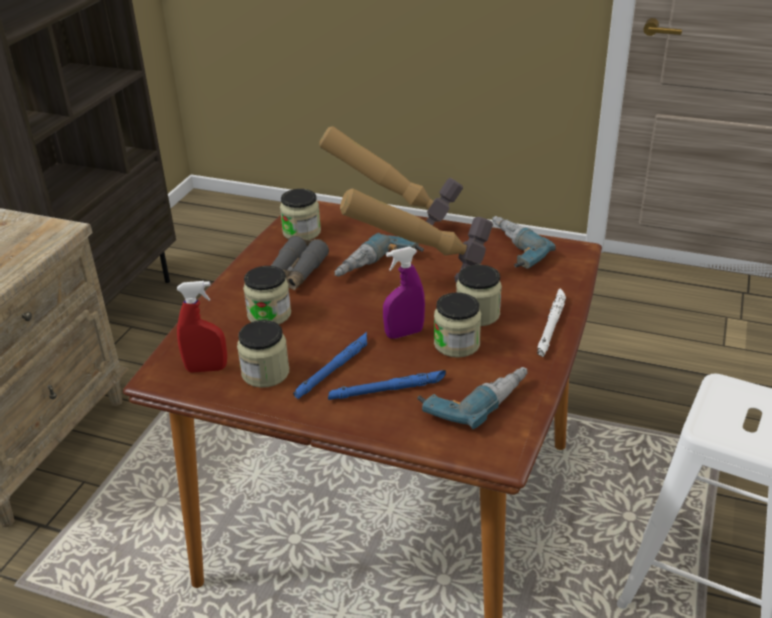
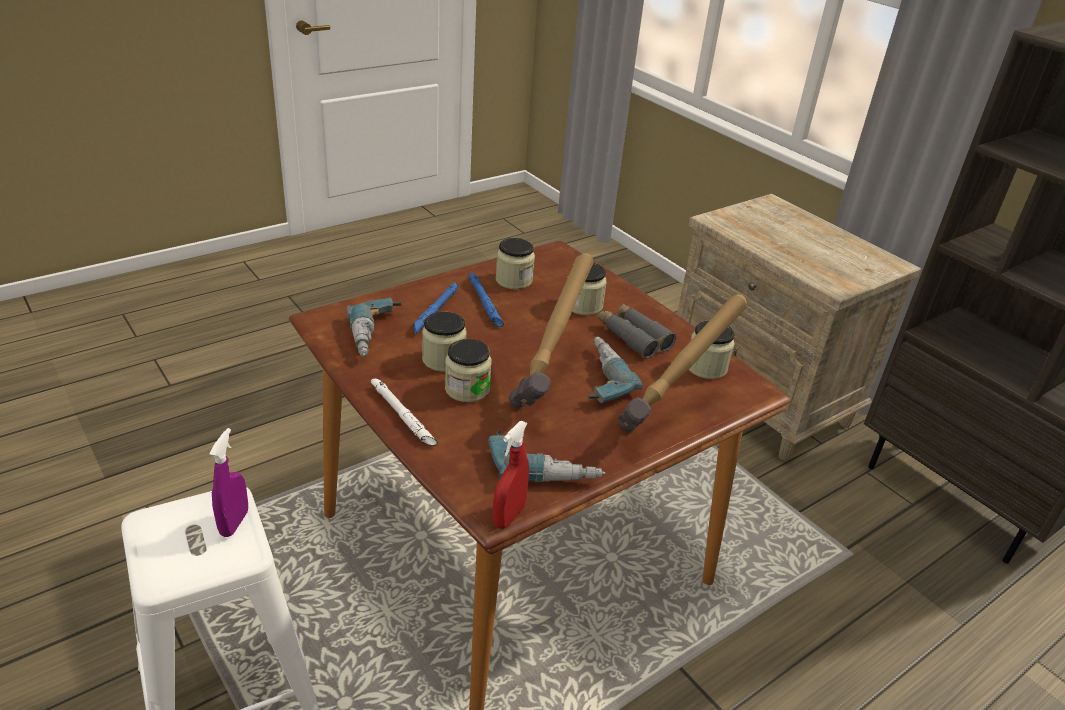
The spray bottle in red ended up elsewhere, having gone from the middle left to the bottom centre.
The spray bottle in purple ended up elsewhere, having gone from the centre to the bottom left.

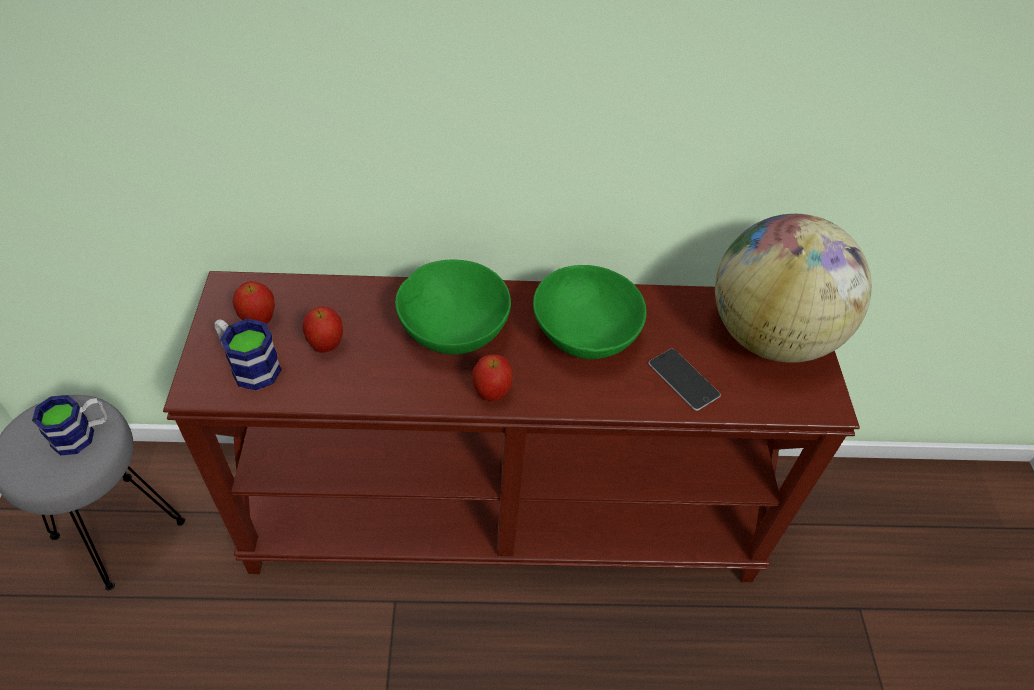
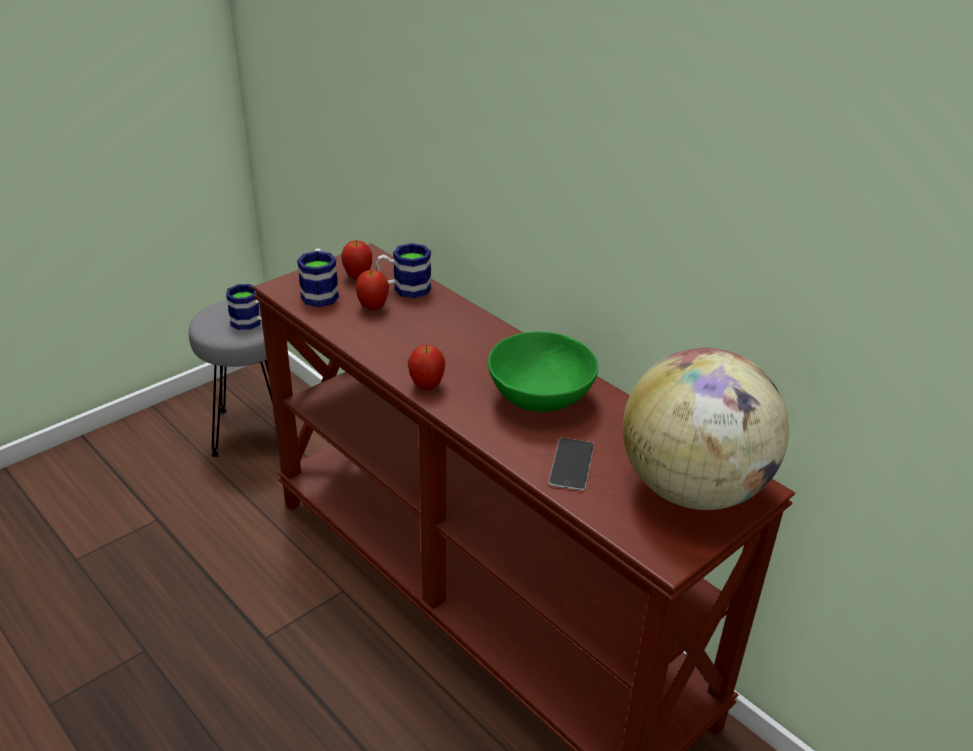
The second view lost the bowl in green (no. 1 from left) at the centre.
The second view gained the mug (no. 3 from left) at the centre.

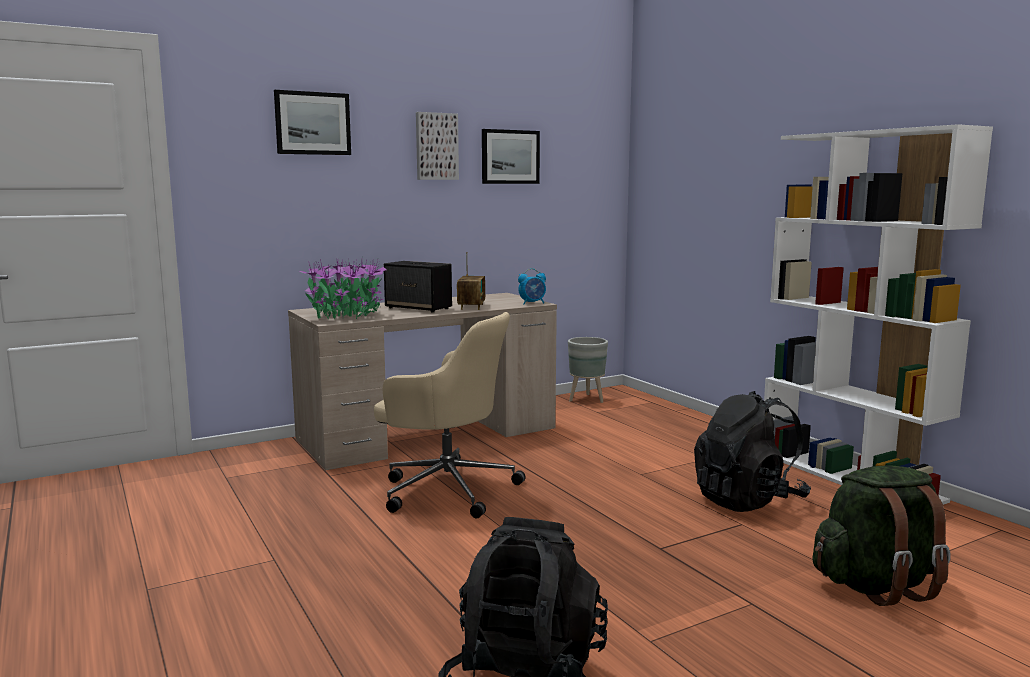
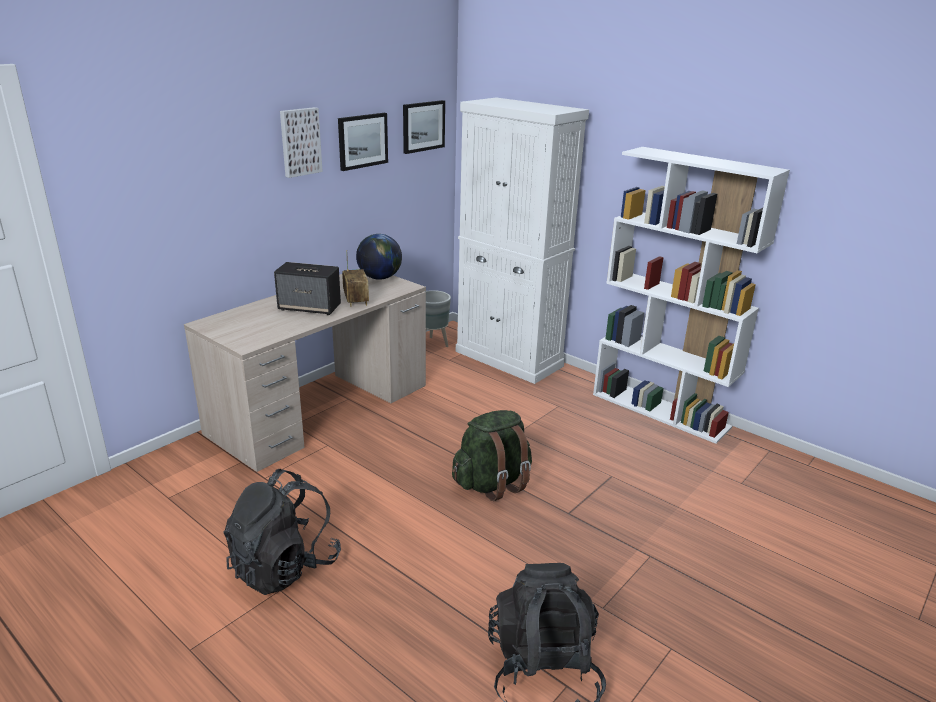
The second view lost the potted plant at the middle left.
The second view lost the office chair in beige at the centre.
The second view lost the alarm clock at the centre.
The second view gained the globe at the centre.
The second view gained the cabinet in white at the centre.
The picture (no. 1 from left in the first image) ended up elsewhere, having gone from the top left to the top centre.
The backpack in black (no. 2 from left in the first image) ended up elsewhere, having gone from the middle right to the bottom left.
The backpack in green ended up elsewhere, having gone from the bottom right to the centre.

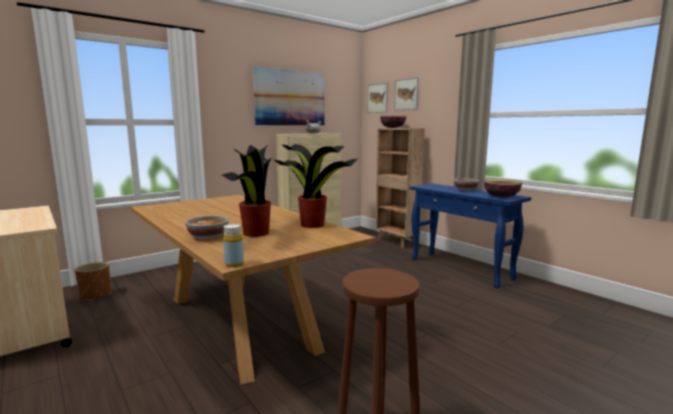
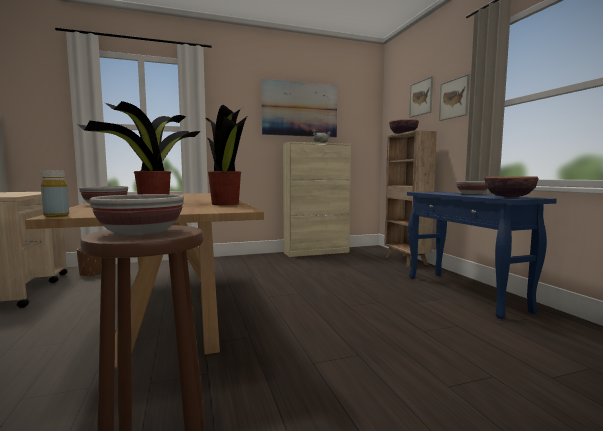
The second view gained the bowl (no. 2 from left) at the middle left.
The picture (no. 2 from left in the first image) ended up elsewhere, having gone from the top centre to the top right.

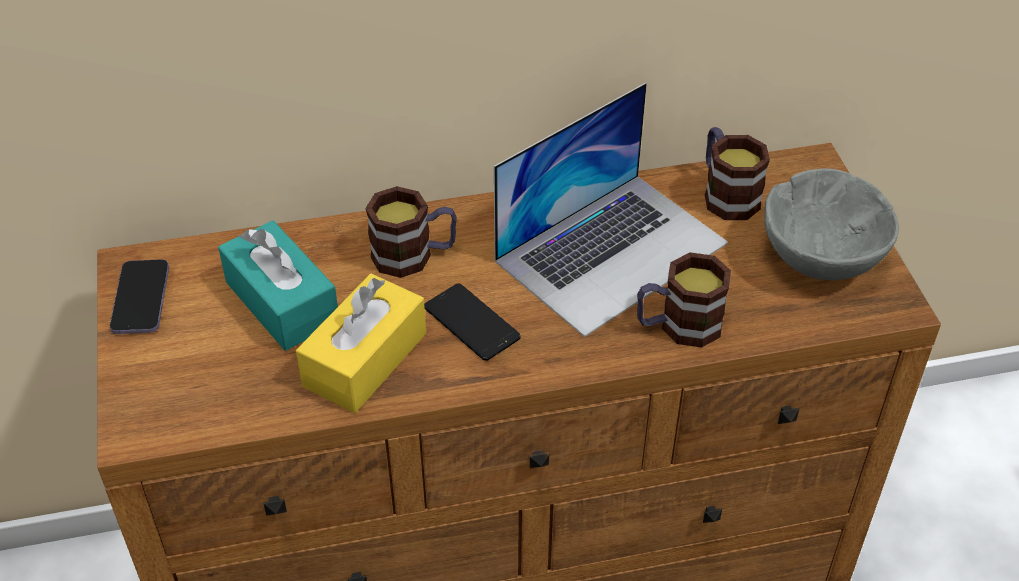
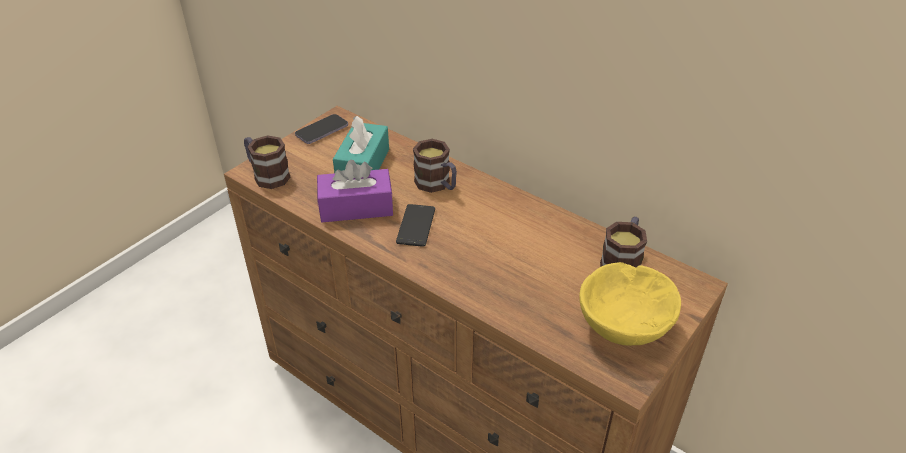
The second view lost the laptop at the centre.
The mug (no. 2 from left in the first image) ended up elsewhere, having gone from the middle right to the middle left.
What was the tissue box in yellow at the centre turned into the tissue box in purple at the centre.
What was the bowl in grey at the middle right turned into the bowl in yellow at the bottom right.

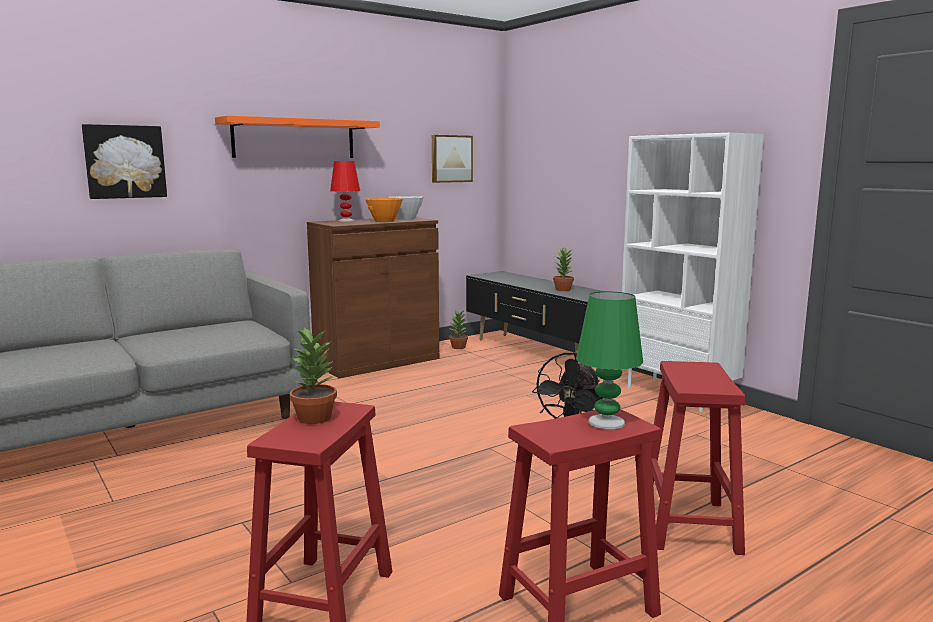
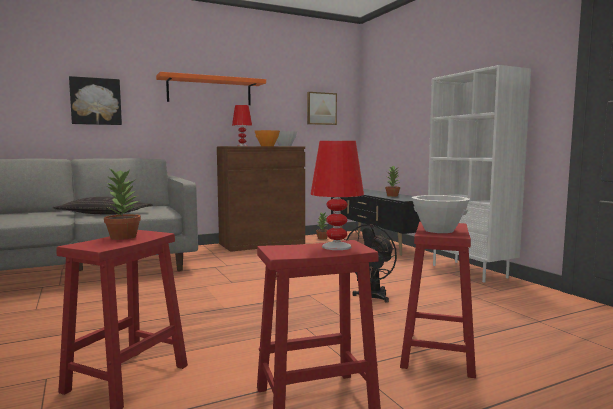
The second view gained the pillow at the middle left.
The second view gained the bowl in white (no. 2 from left) at the middle right.
What was the table lamp in green at the centre turned into the table lamp in red (no. 2 from left) at the centre.

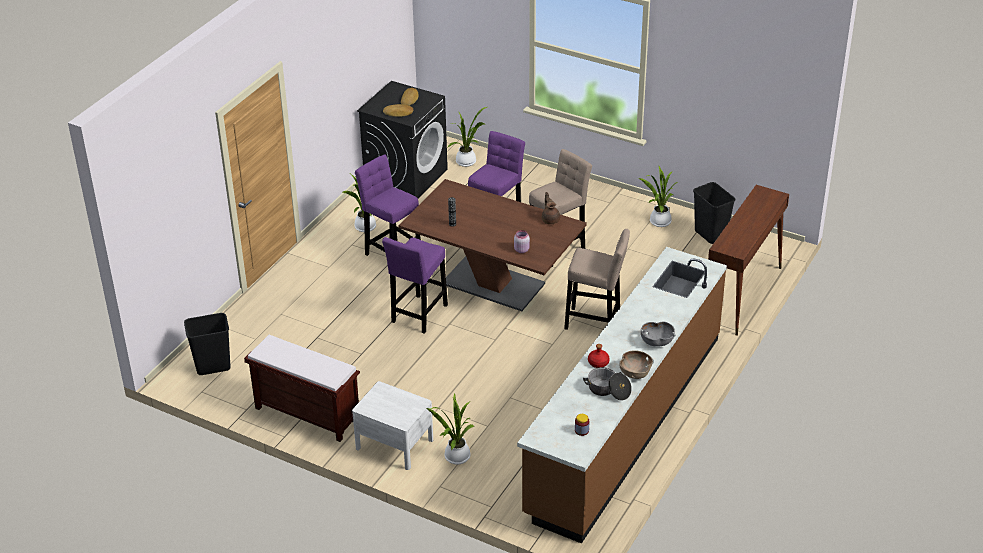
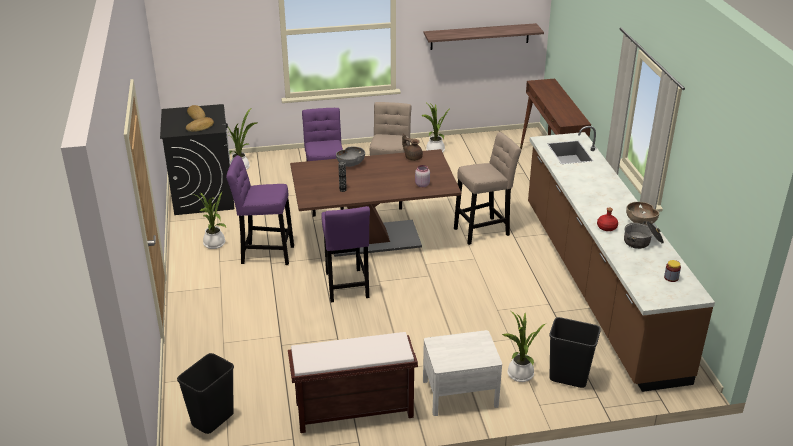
The second view gained the shelf at the top centre.
The bowl in grey ended up elsewhere, having gone from the middle right to the centre.
The trash can in black (no. 2 from left) ended up elsewhere, having gone from the middle right to the bottom right.

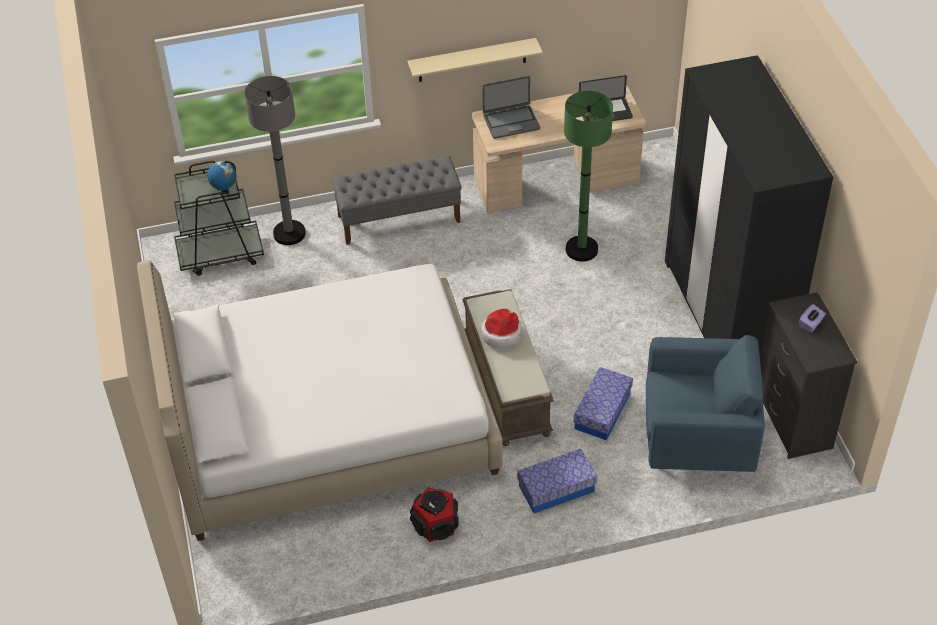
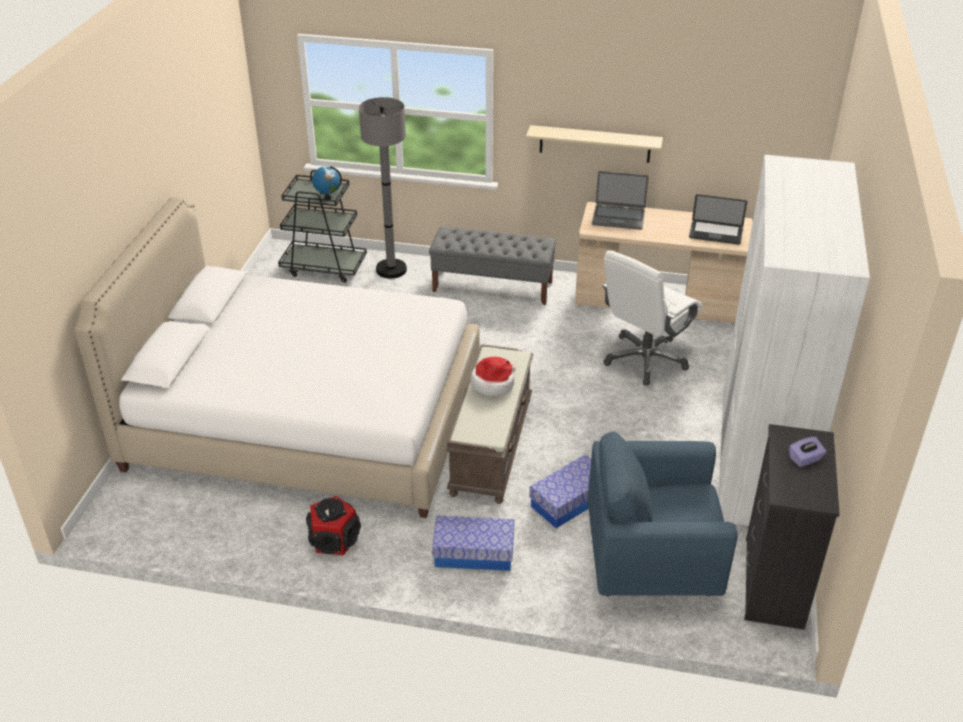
Where the floor lamp in green stood at the top centre, the office chair in white came to stand at the middle right.
What was the wardrobe in black at the top right turned into the wardrobe in white at the middle right.
The armchair in blue at the middle right ended up facing another way, 150 degrees clockwise from before.

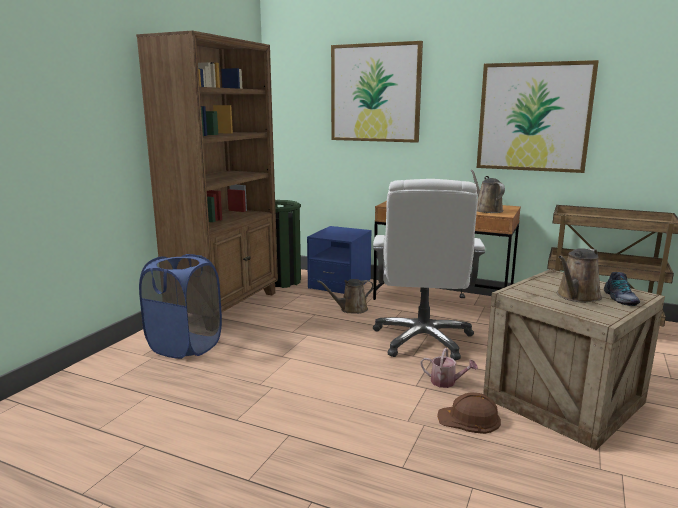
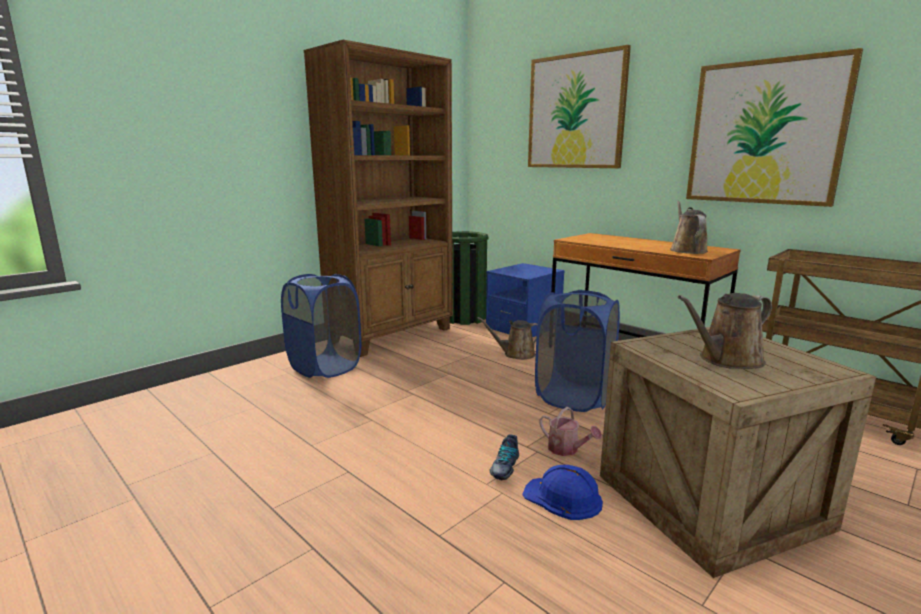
The shoe ended up elsewhere, having gone from the middle right to the bottom centre.
Where the office chair in white stood at the centre, the laundry basket in blue (no. 2 from left) came to stand at the centre.
What was the hard hat in brown at the bottom right turned into the hard hat in blue at the bottom centre.

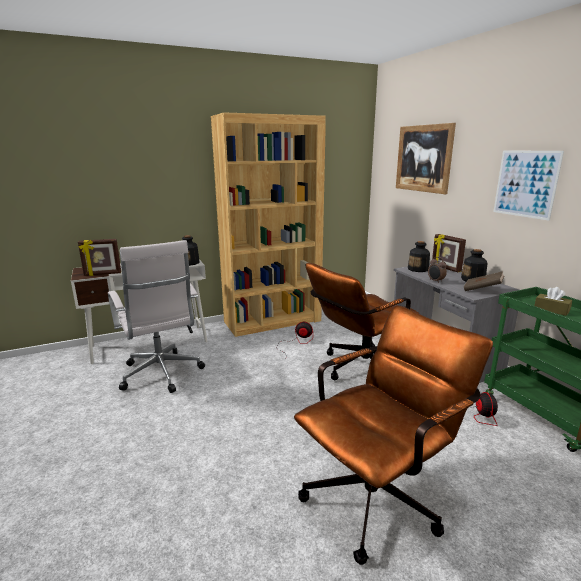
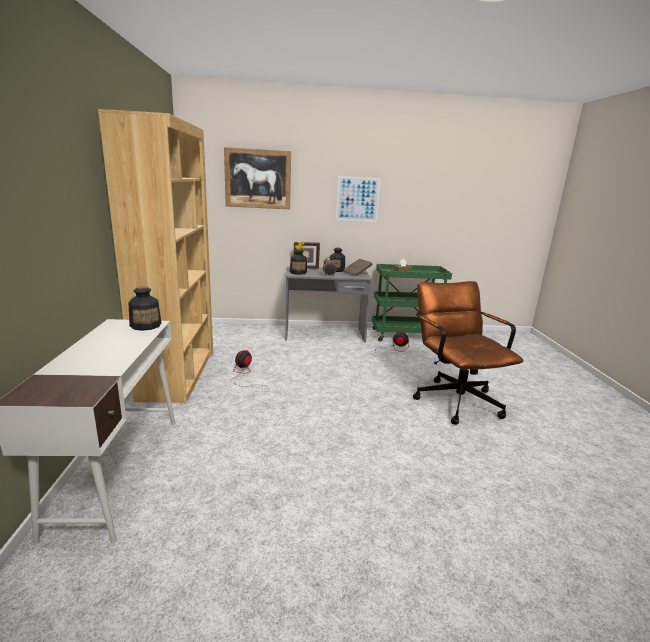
The second view lost the picture frame (no. 1 from left) at the middle left.
The second view lost the office chair in white at the middle left.
The second view lost the office chair in brown (no. 1 from left) at the centre.

